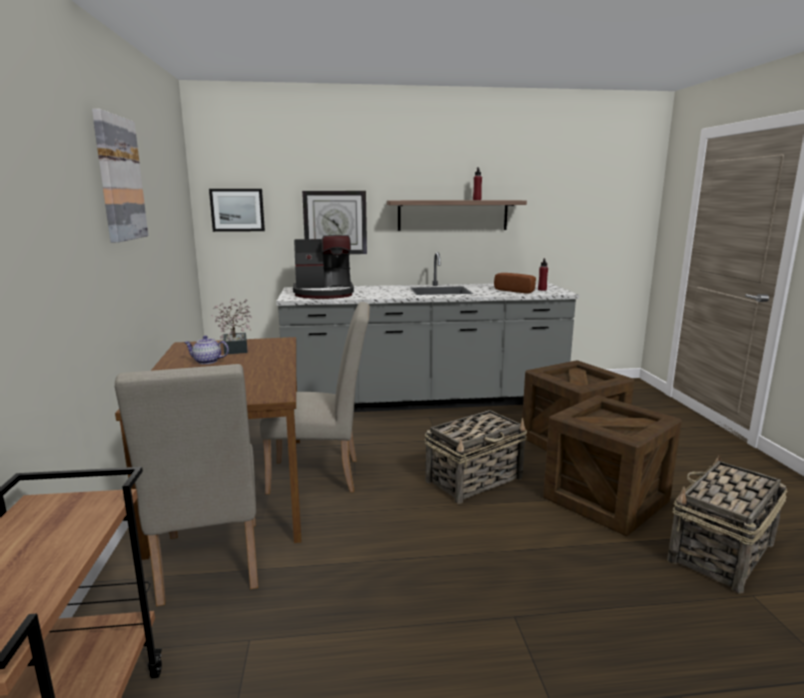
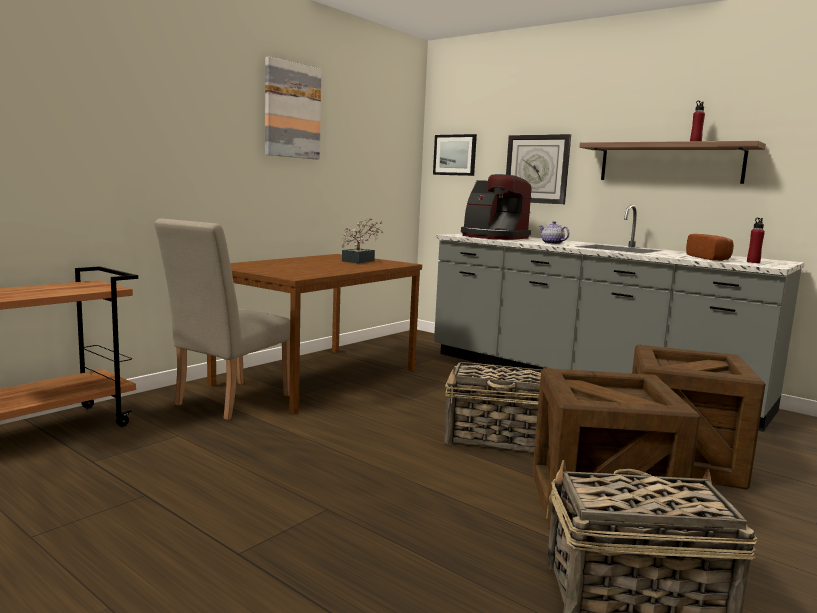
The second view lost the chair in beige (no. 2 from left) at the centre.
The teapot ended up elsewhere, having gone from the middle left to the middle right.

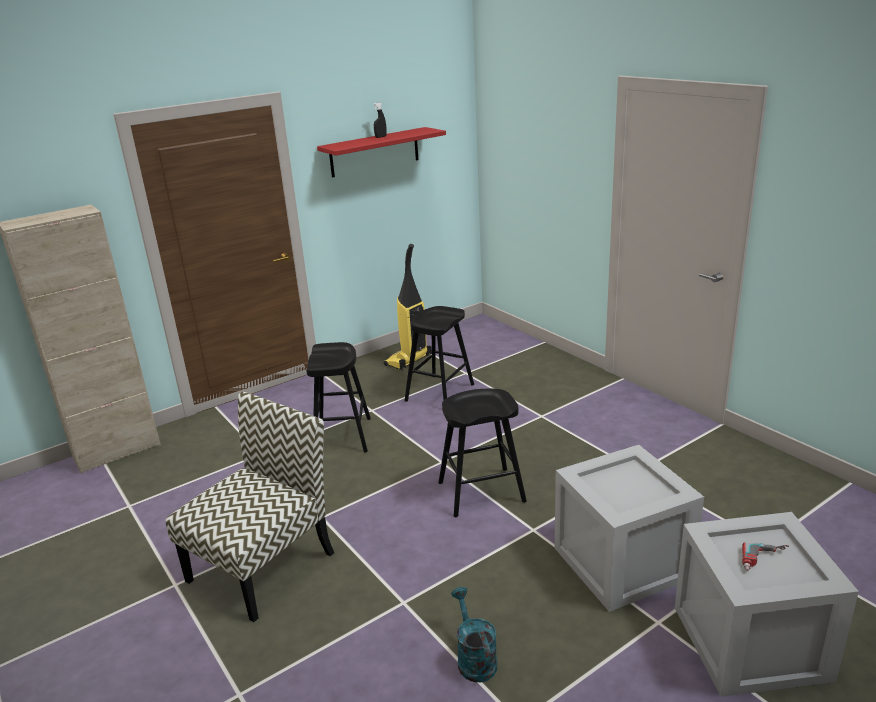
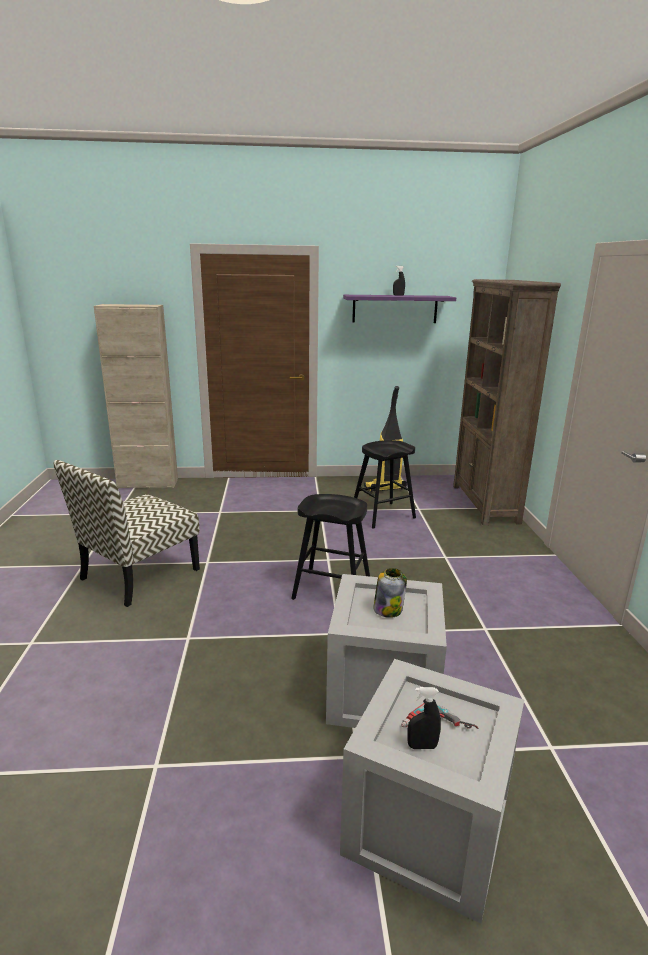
The second view lost the stool in black (no. 1 from left) at the centre.
The second view lost the watering can in turquoise at the bottom centre.
The second view gained the jar at the centre.
The second view gained the spray bottle in black (no. 2 from left) at the bottom centre.
The second view gained the bookcase in brown at the middle right.
What was the shelf in red at the top centre turned into the shelf in purple at the top centre.
The chair at the bottom left ended up facing another way, 150 degrees clockwise from before.

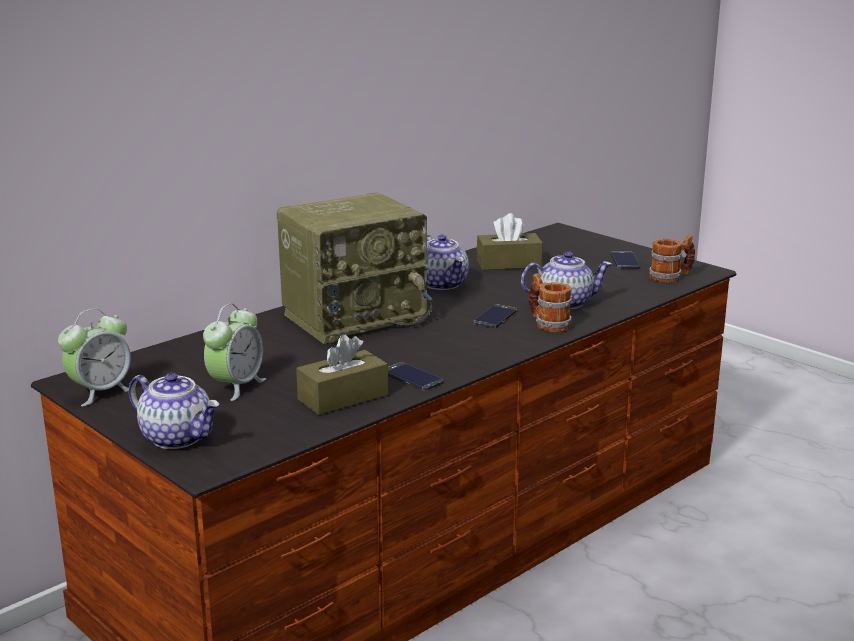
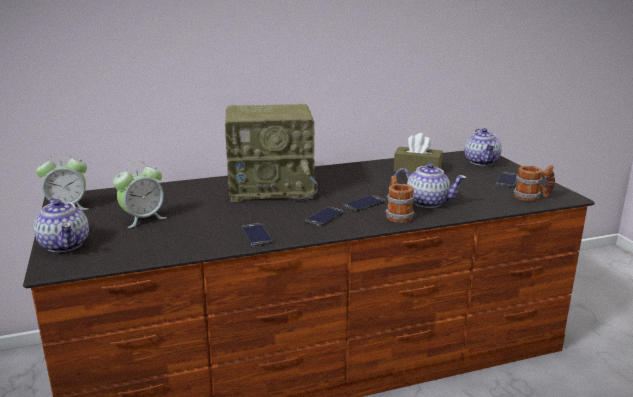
The second view lost the tissue box in brown (no. 1 from left) at the centre.
The second view gained the phone (no. 2 from left) at the centre.
The teapot (no. 2 from left in the first image) ended up elsewhere, having gone from the centre to the middle right.

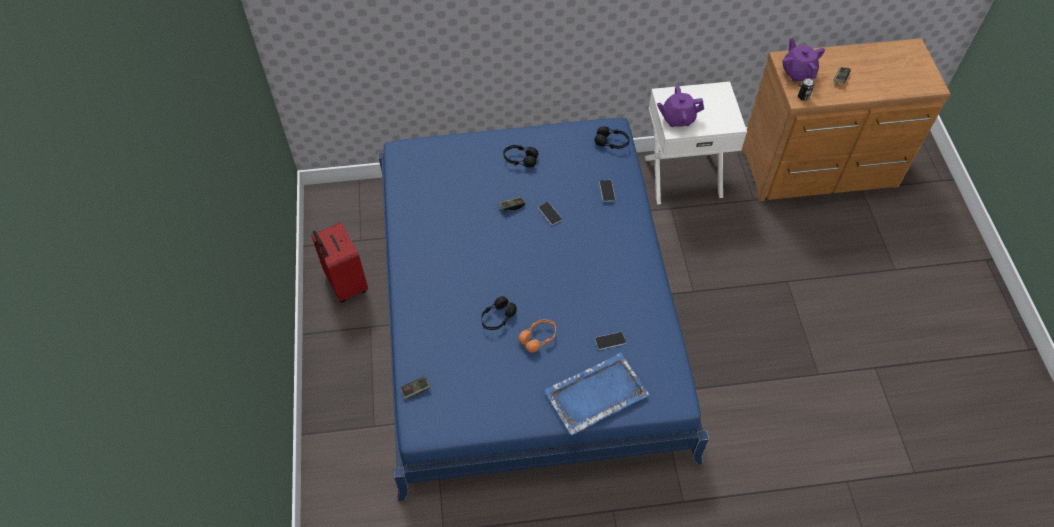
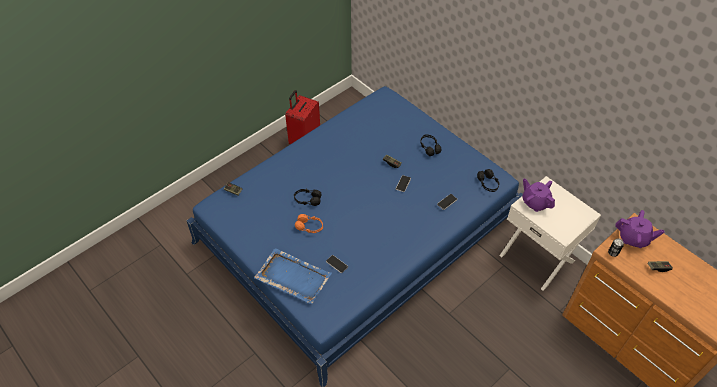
The teapot in purple (no. 2 from left) at the top right ended up facing another way, 75 degrees clockwise from before.

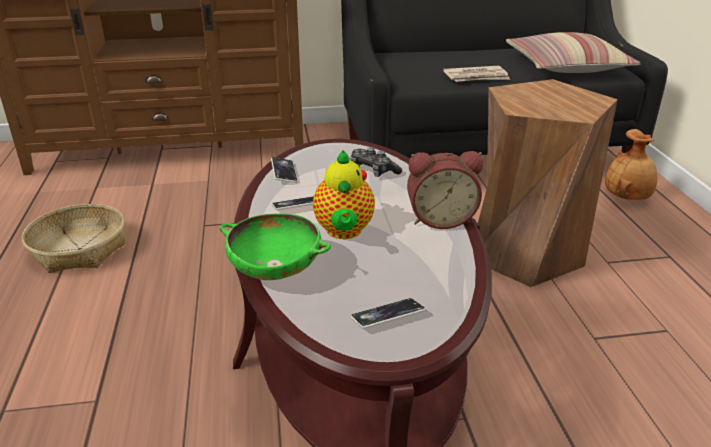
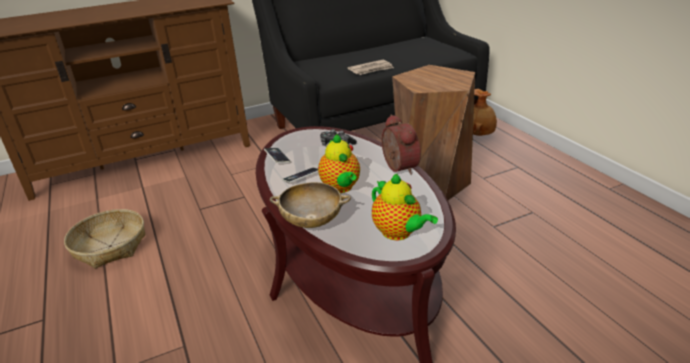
The second view lost the pillow at the top right.
Where the phone (no. 3 from left) stood at the bottom centre, the teapot (no. 2 from left) came to stand at the centre.
What was the bowl in green at the centre turned into the bowl in beige at the centre.
The alarm clock at the centre ended up facing another way, 90 degrees counterclockwise from before.

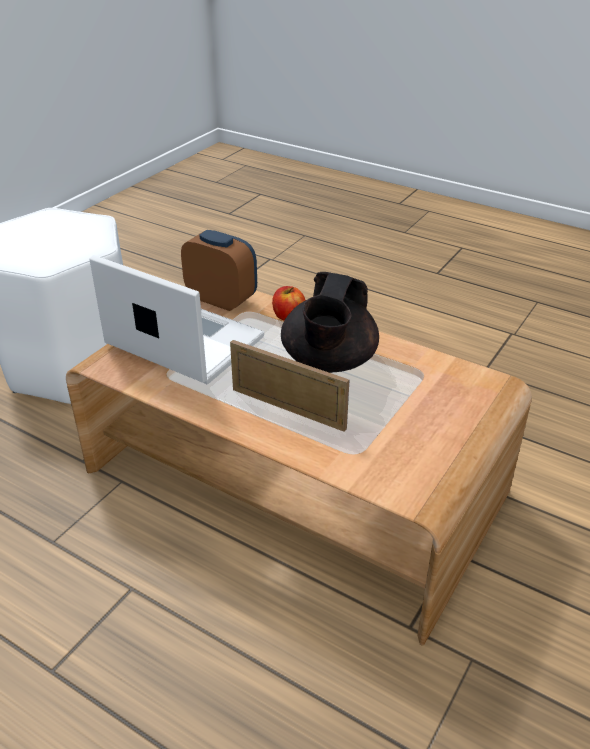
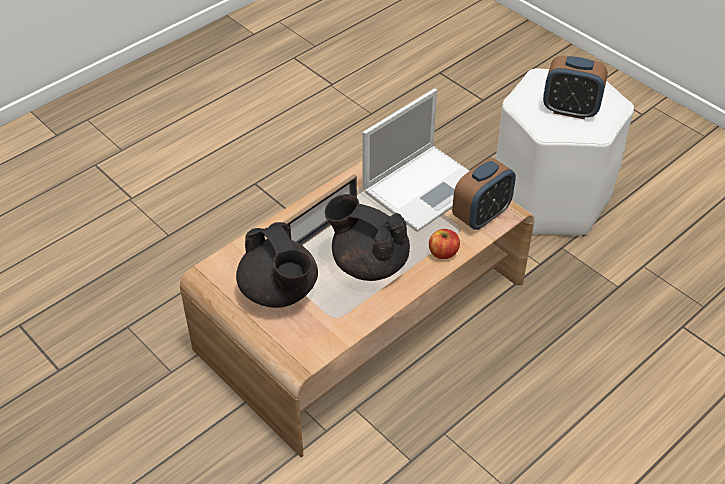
The second view gained the teapot in black (no. 1 from left) at the centre.
The second view gained the alarm clock (no. 2 from left) at the top right.

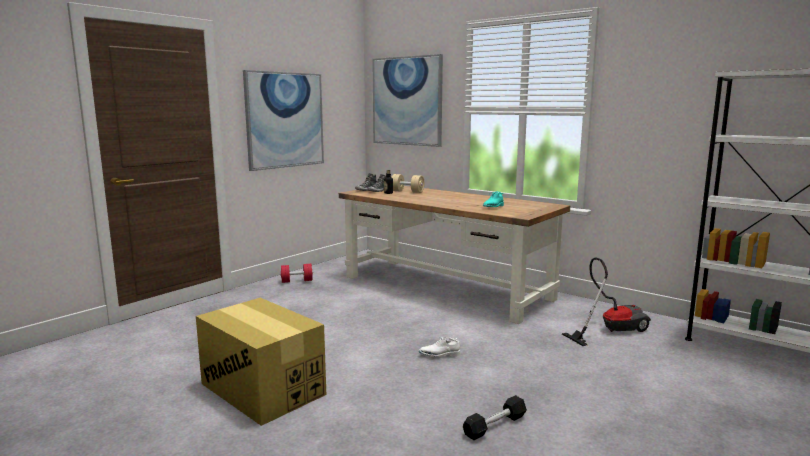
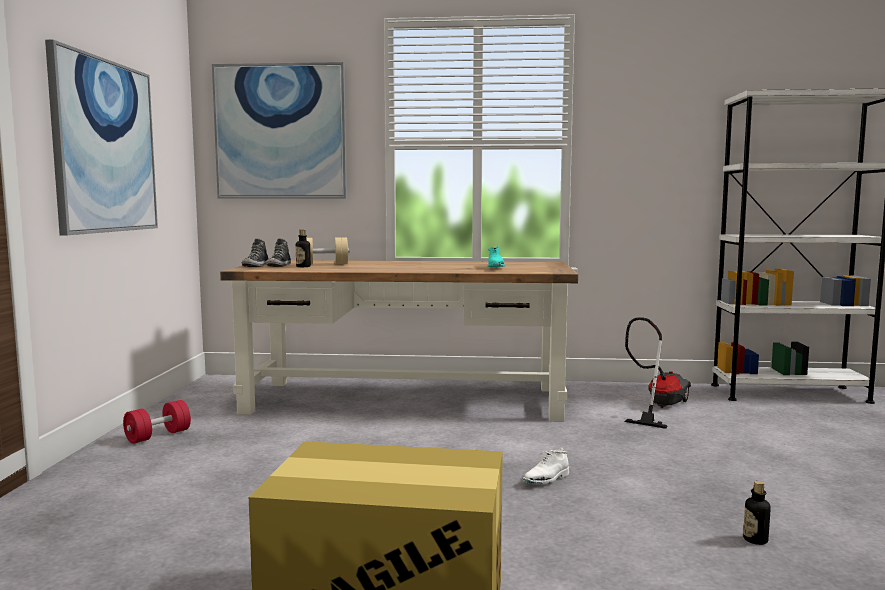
Where the dumbbell in black stood at the bottom centre, the bottle (no. 2 from left) came to stand at the bottom right.

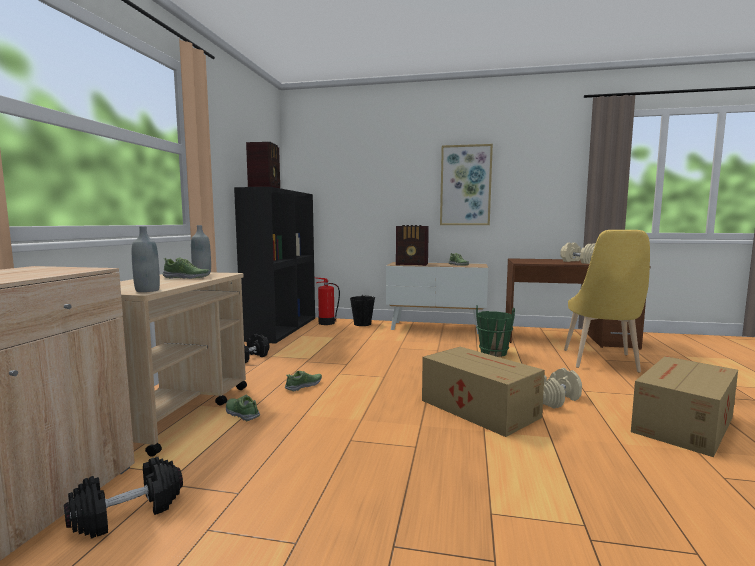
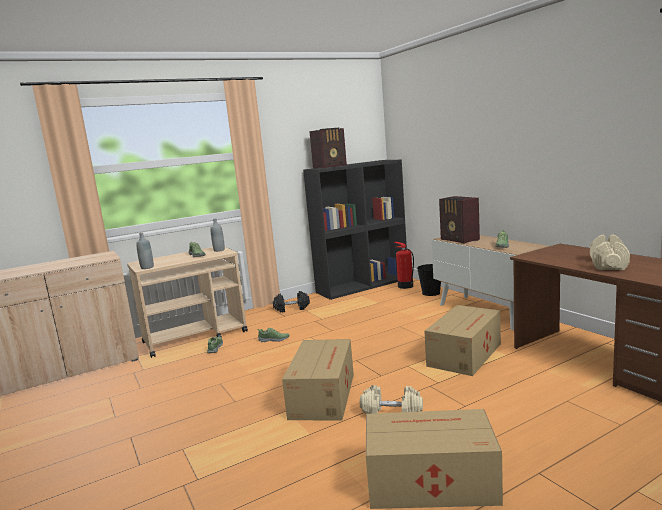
The second view lost the dumbbell in black (no. 1 from left) at the bottom left.
The second view lost the picture at the top centre.
The second view lost the chair in yellow at the middle right.
Where the bucket in green stood at the centre, the cardboard box (no. 3 from left) came to stand at the bottom right.

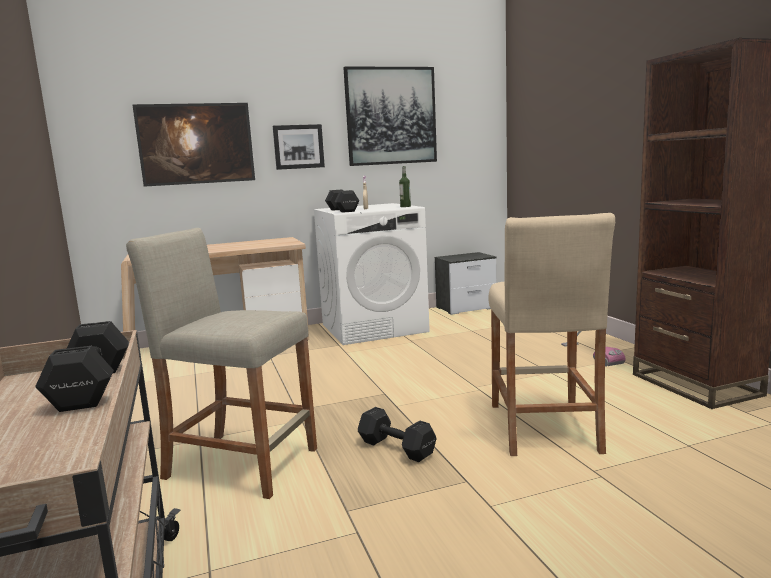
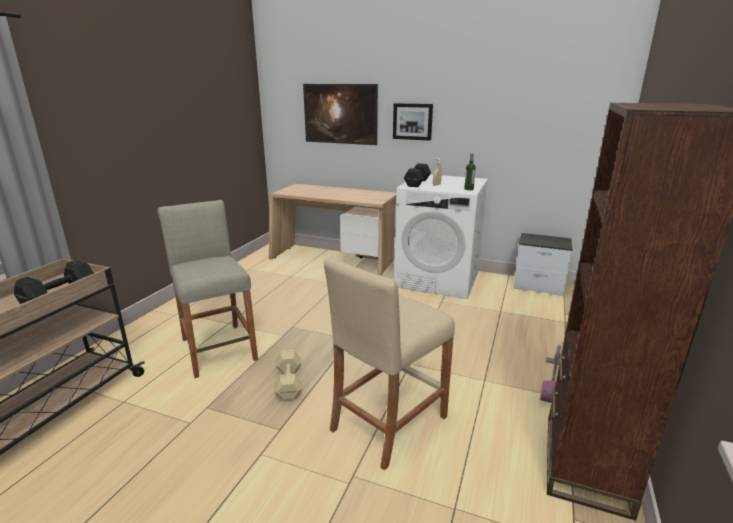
The second view lost the picture (no. 3 from left) at the top centre.
What was the dumbbell in black (no. 3 from left) at the bottom centre turned into the dumbbell in beige at the bottom centre.

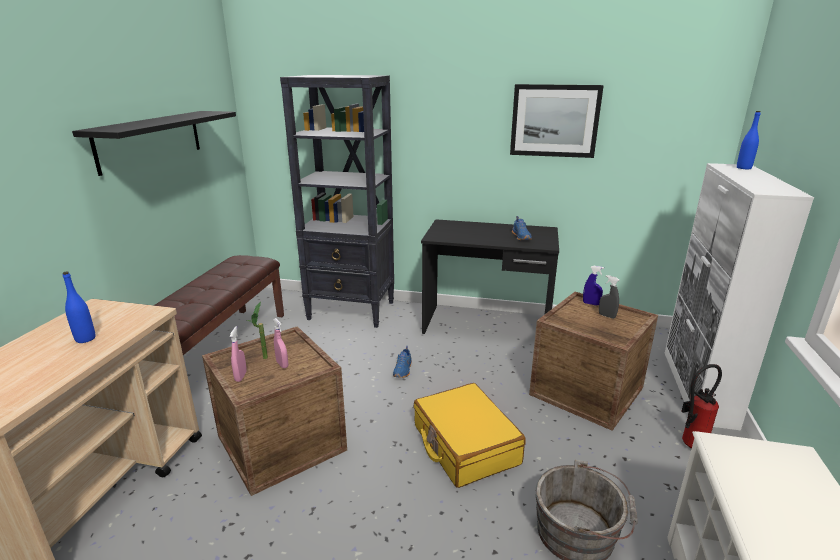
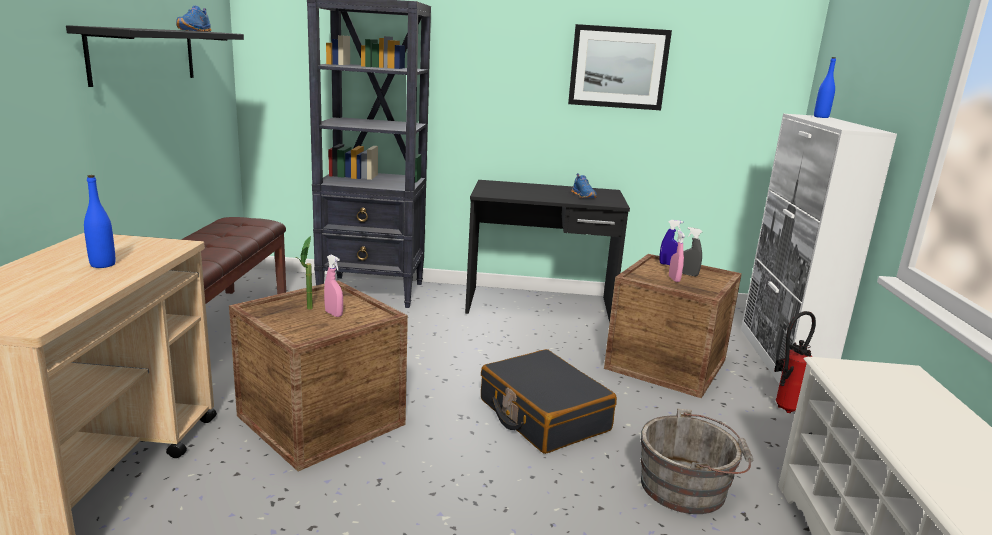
The spray bottle in pink (no. 1 from left in the first image) ended up elsewhere, having gone from the middle left to the middle right.
The shoe in blue (no. 1 from left) ended up elsewhere, having gone from the centre to the top left.
What was the suitcase in yellow at the bottom centre turned into the suitcase in black at the bottom centre.

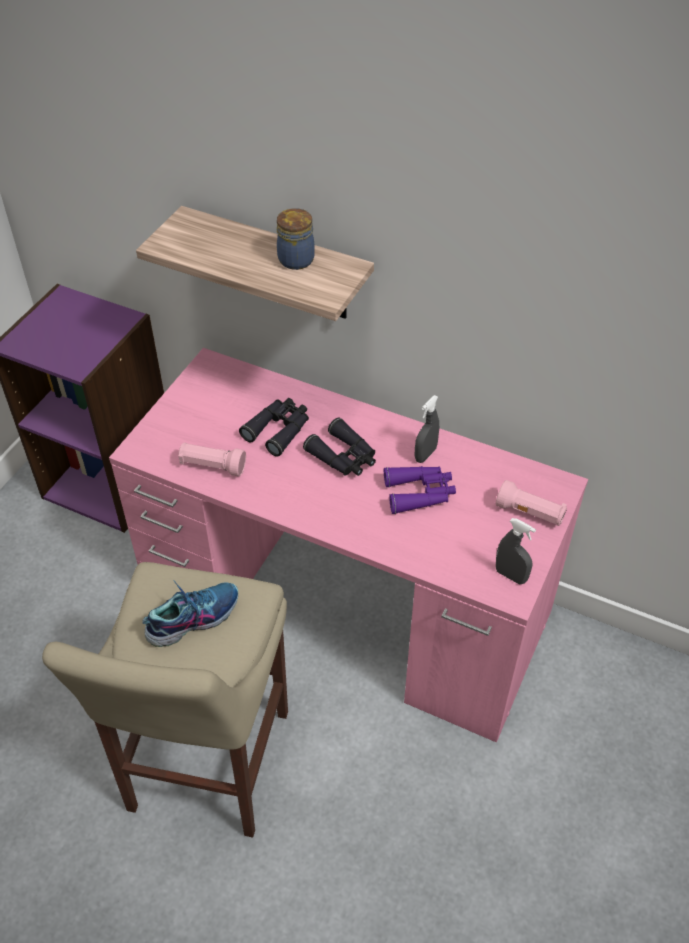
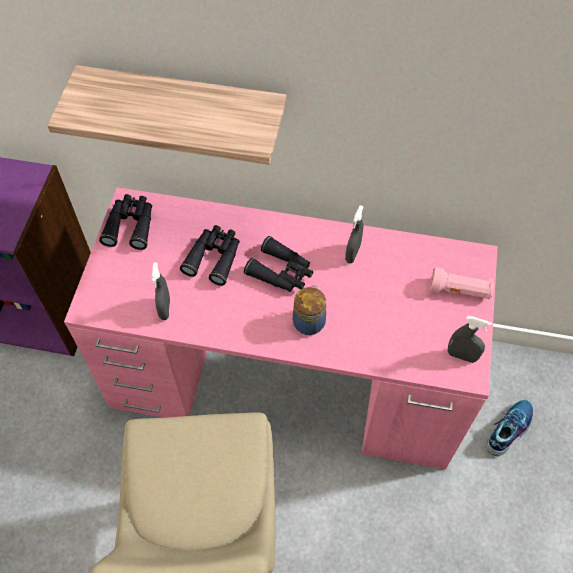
The second view lost the binoculars in purple at the centre.
The second view gained the binoculars in black (no. 1 from left) at the middle left.
The shoe ended up elsewhere, having gone from the middle left to the bottom right.
The jar ended up elsewhere, having gone from the top centre to the centre.
Where the flashlight in pink (no. 1 from left) stood at the middle left, the spray bottle in grey (no. 1 from left) came to stand at the middle left.

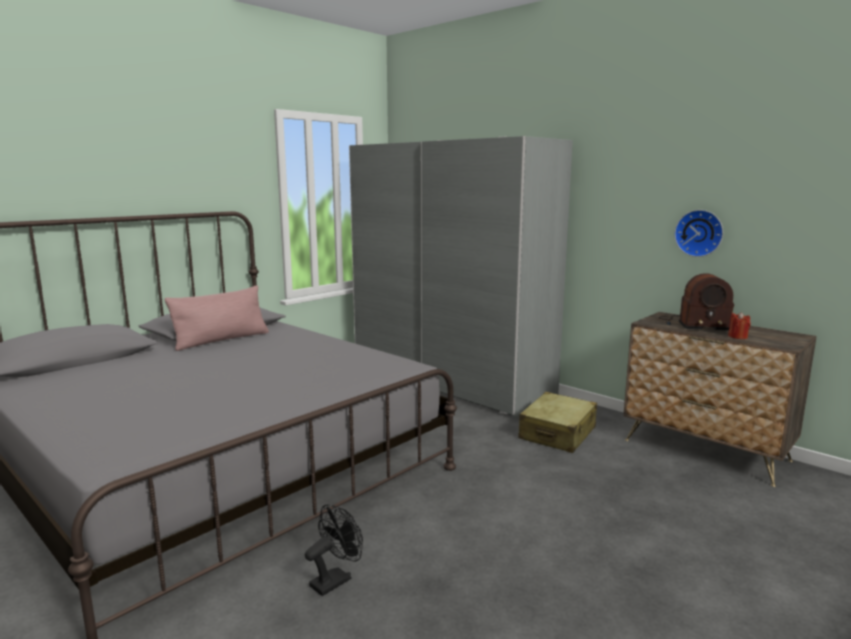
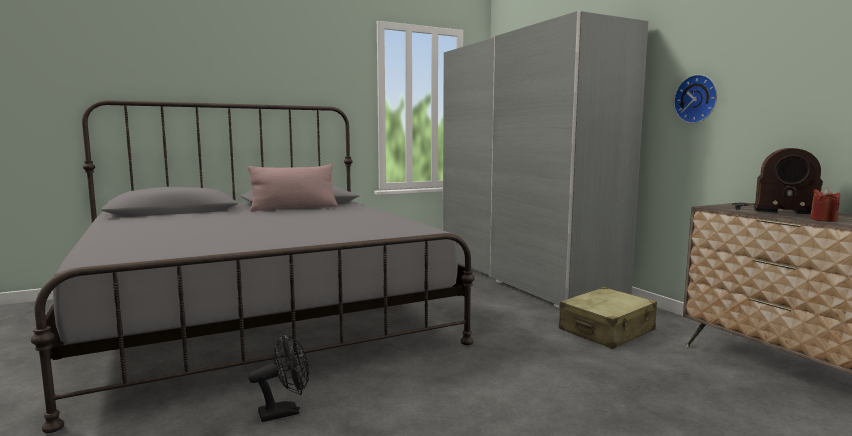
The wall clock ended up elsewhere, having gone from the middle right to the top right.

